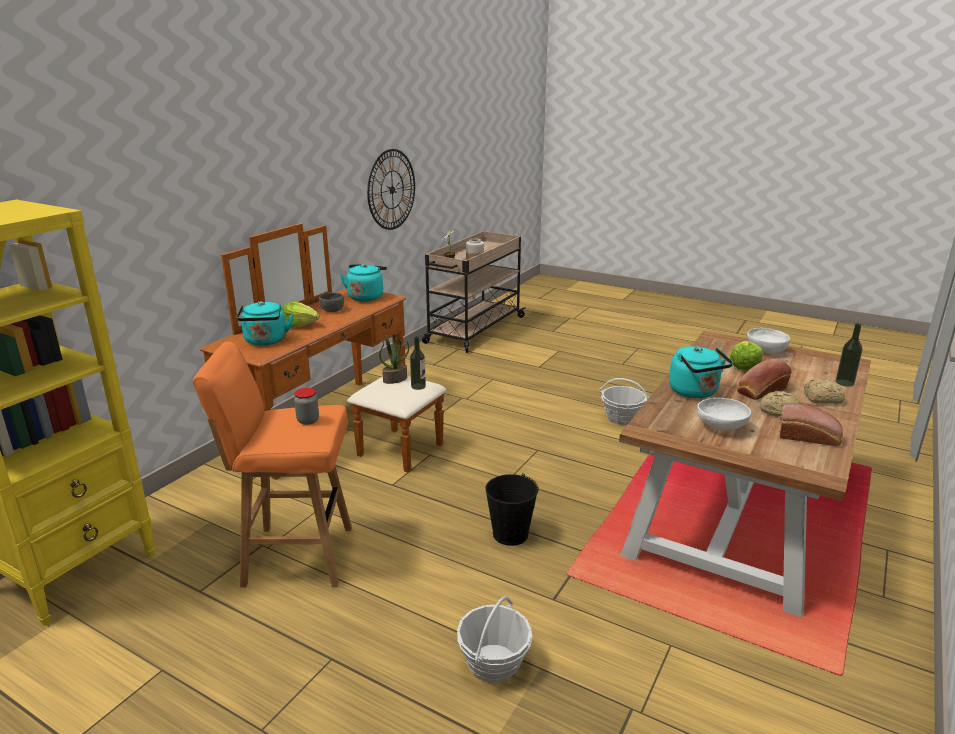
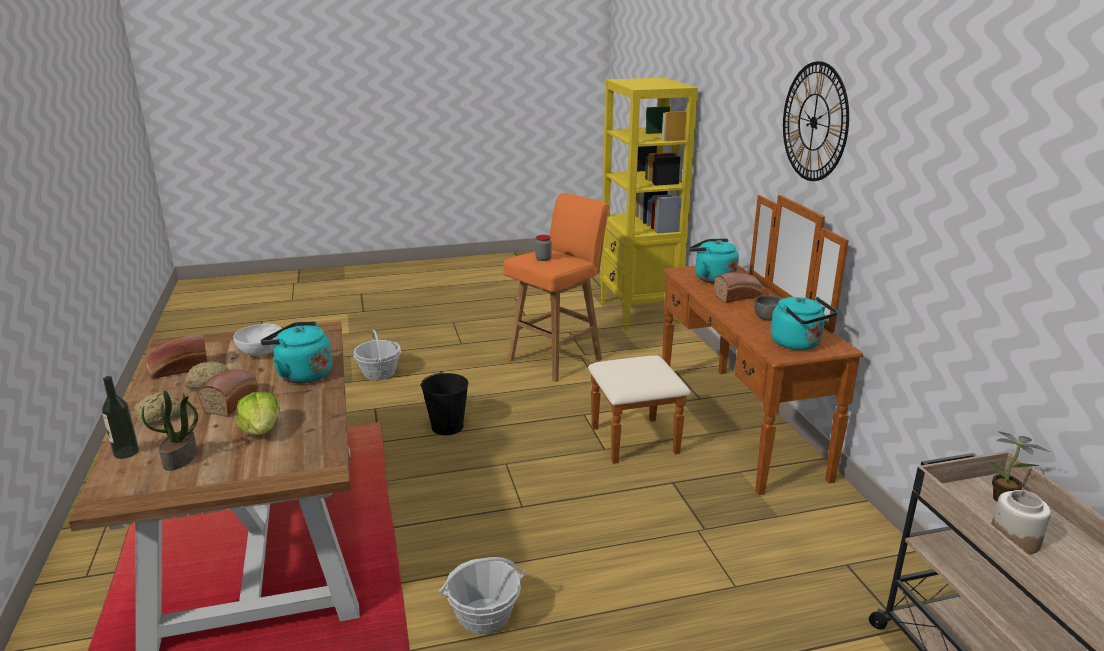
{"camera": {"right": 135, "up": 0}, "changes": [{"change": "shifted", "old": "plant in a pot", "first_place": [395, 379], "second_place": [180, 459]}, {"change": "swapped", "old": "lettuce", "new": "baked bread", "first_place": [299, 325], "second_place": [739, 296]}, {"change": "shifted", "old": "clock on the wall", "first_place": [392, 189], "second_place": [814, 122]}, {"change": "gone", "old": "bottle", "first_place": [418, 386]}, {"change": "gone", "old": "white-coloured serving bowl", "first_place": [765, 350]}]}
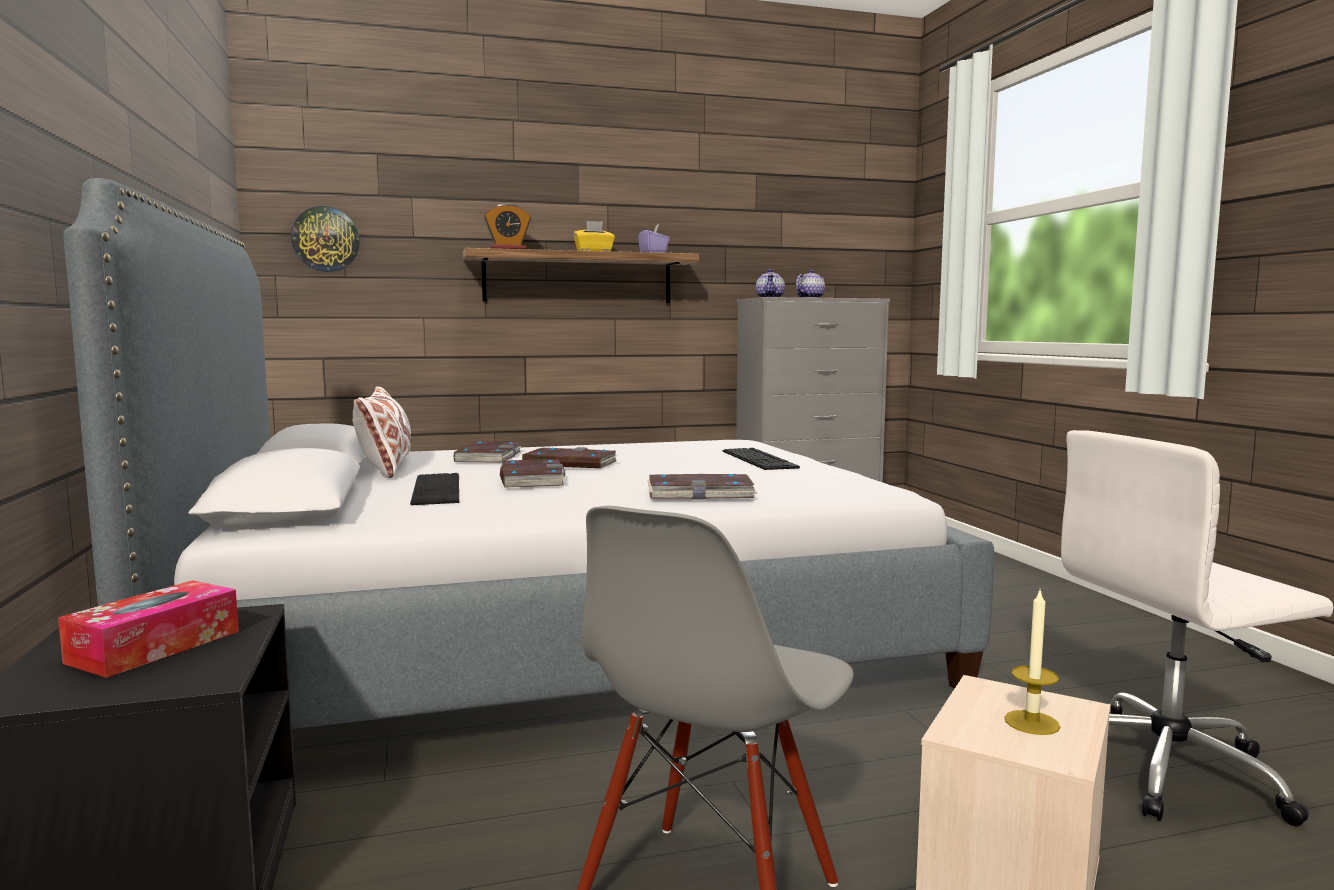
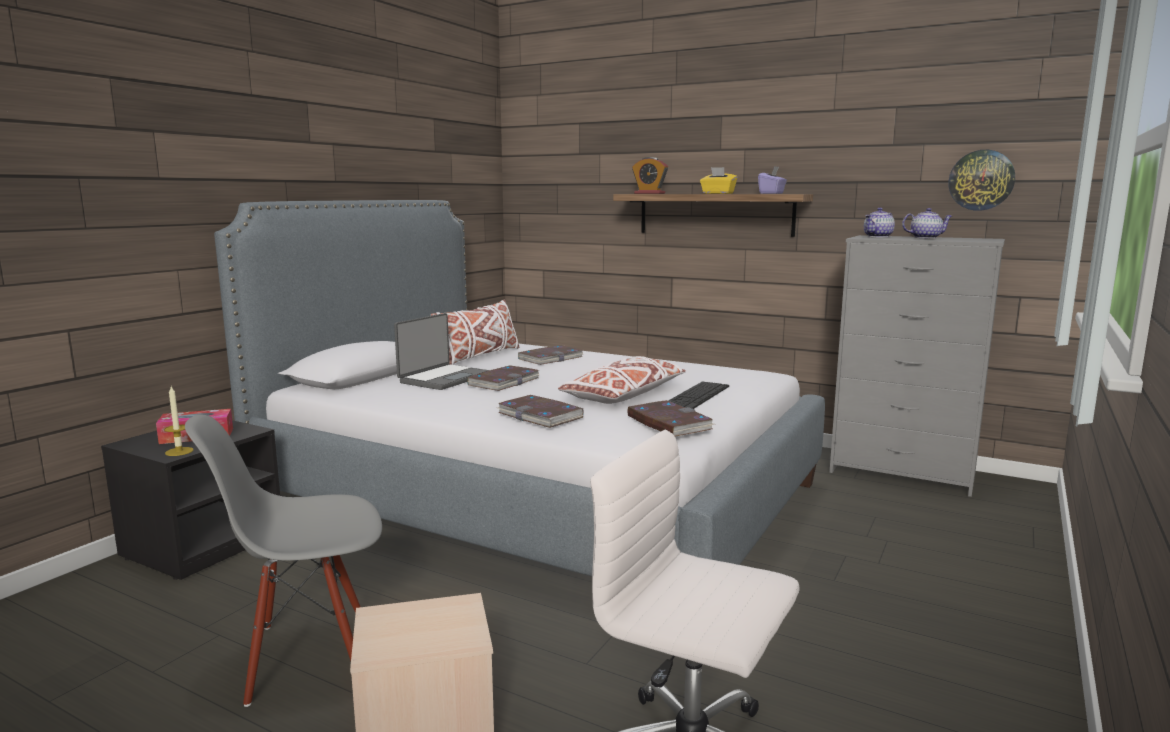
{"camera": {"right": 45, "up": 5}, "changes": [{"change": "shifted", "old": "wax light", "first_place": [1031, 722], "second_place": [179, 451]}, {"change": "swapped", "old": "PC keyboard", "new": "notebook computer", "first_place": [436, 489], "second_place": [443, 378]}, {"change": "new", "new": "white-coloured cushion", "second_place": [624, 395]}, {"change": "shifted", "old": "bound book", "first_place": [569, 463], "second_place": [668, 423]}, {"change": "shifted", "old": "clock on the wall", "first_place": [325, 239], "second_place": [981, 180]}]}
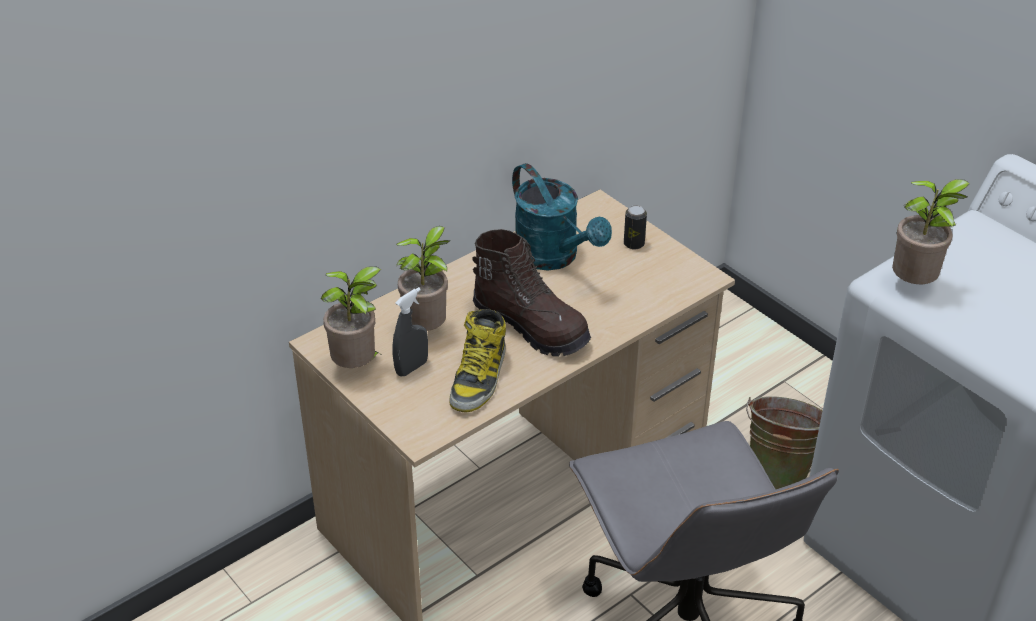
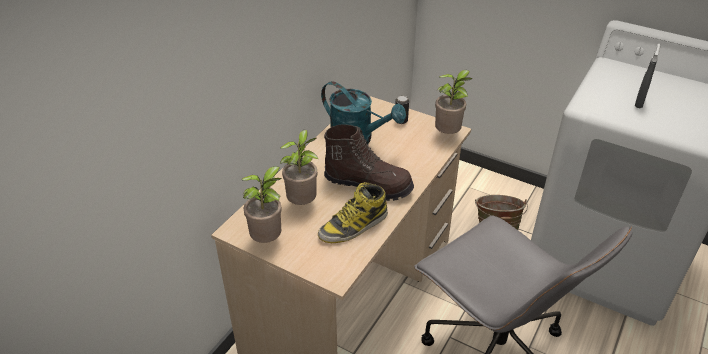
{"camera": {"right": -20, "up": 0}, "changes": [{"change": "rotated", "old": "high-top boot", "first_place": [479, 377], "second_place": [353, 226], "degrees": 60}, {"change": "shifted", "old": "plant in a pot", "first_place": [915, 285], "second_place": [448, 134]}, {"change": "shifted", "old": "grey hand sprayer", "first_place": [411, 368], "second_place": [639, 103]}]}
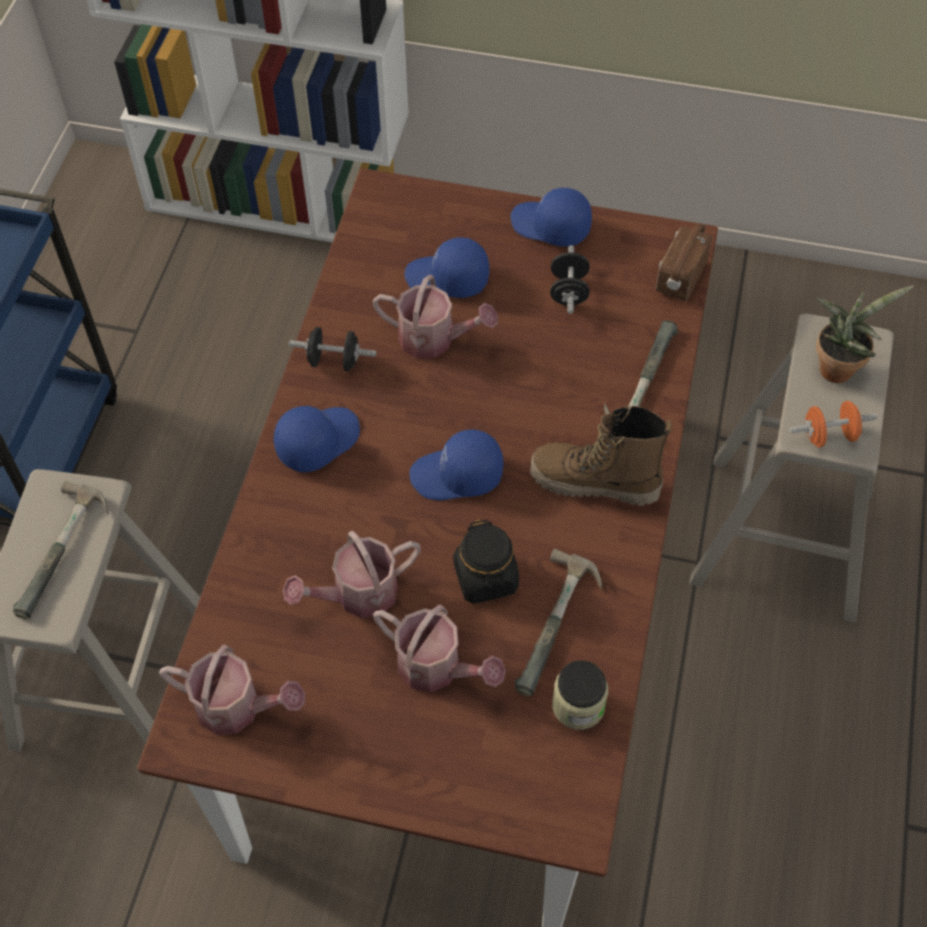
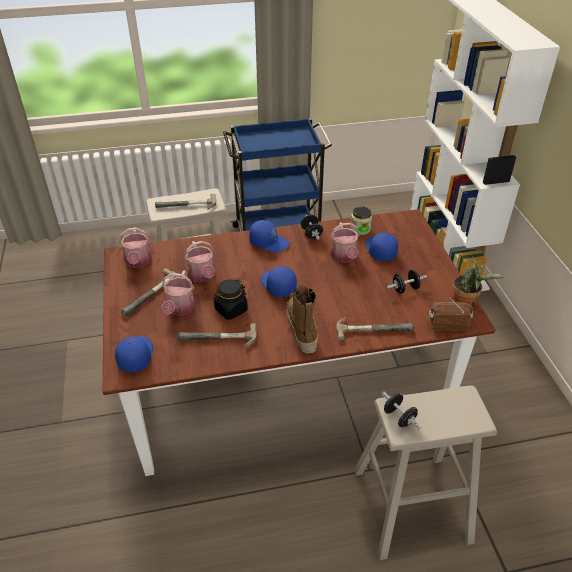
{"camera": {"right": 65, "up": -15}, "changes": [{"change": "shifted", "old": "blue-coloured peaked cap", "first_place": [550, 226], "second_place": [135, 356]}, {"change": "new", "new": "tool hammer", "second_place": [154, 296]}, {"change": "rotated", "old": "watering can", "first_place": [357, 595], "second_place": [202, 276], "degrees": -150}, {"change": "shifted", "old": "jar", "first_place": [578, 705], "second_place": [360, 229]}, {"change": "repainted", "old": "orange-coloured dumbbell", "new": "black-coloured dumbbell", "first_place": [829, 435], "second_place": [399, 417]}, {"change": "shifted", "old": "plant in a pot", "first_place": [838, 366], "second_place": [466, 302]}]}
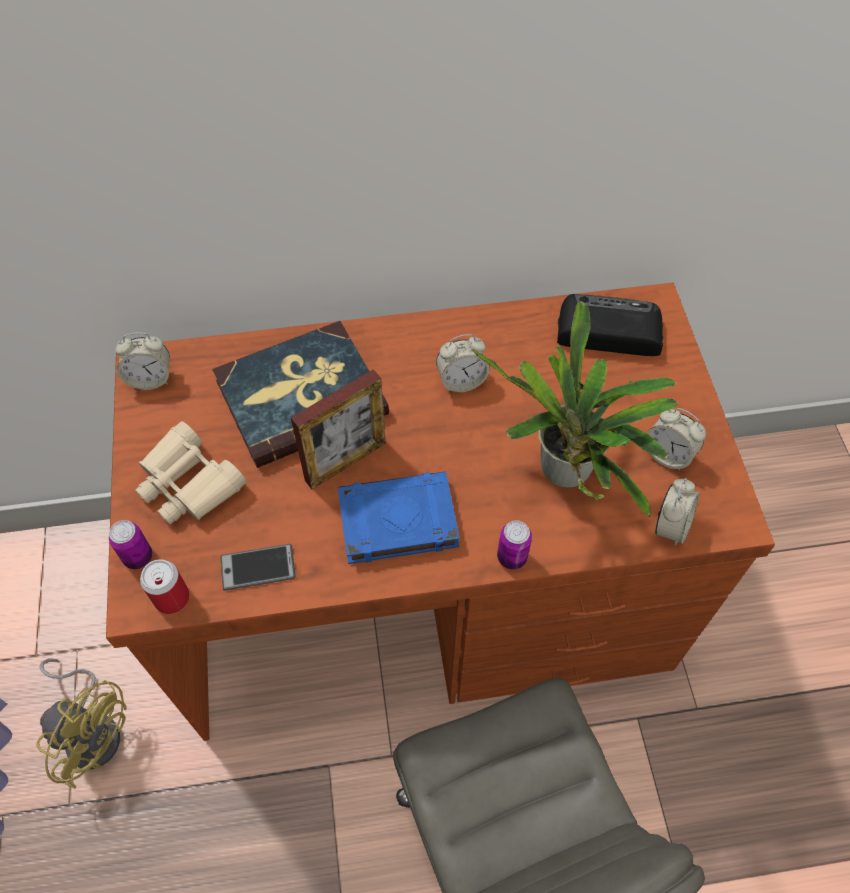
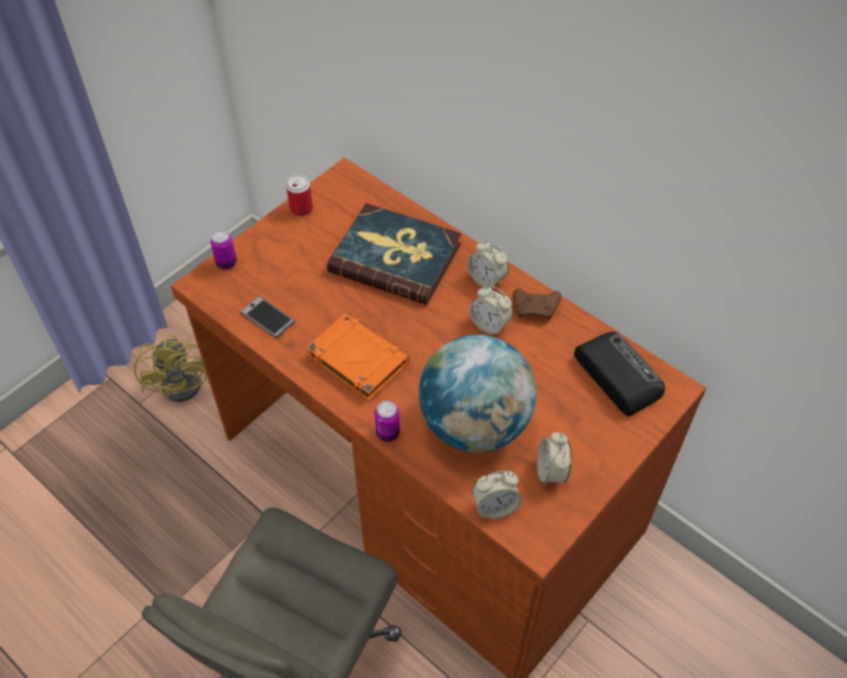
{"camera": {"right": 50, "up": -5}, "changes": [{"change": "shifted", "old": "metal can", "first_place": [172, 598], "second_place": [301, 209]}, {"change": "repainted", "old": "blue-coloured bound book", "new": "orange-coloured bound book", "first_place": [396, 521], "second_place": [357, 360]}, {"change": "swapped", "old": "plant in a pot", "new": "desk globe", "first_place": [565, 476], "second_place": [474, 424]}, {"change": "shifted", "old": "bedside clock", "first_place": [150, 378], "second_place": [486, 279]}, {"change": "new", "new": "brownish game controller", "second_place": [536, 308]}, {"change": "gone", "old": "beige-coloured pair of binoculars", "first_place": [189, 483]}, {"change": "gone", "old": "standing frame", "first_place": [345, 462]}]}
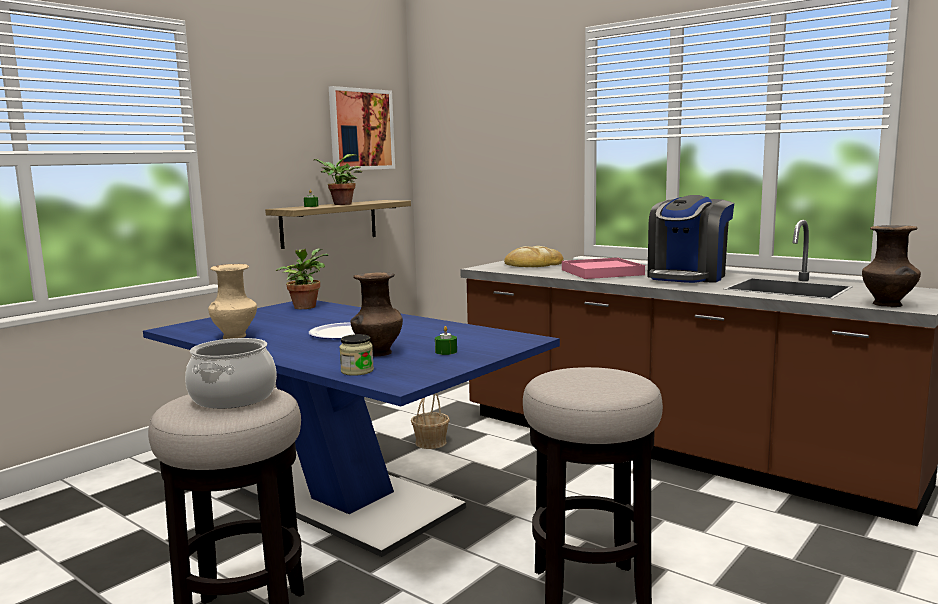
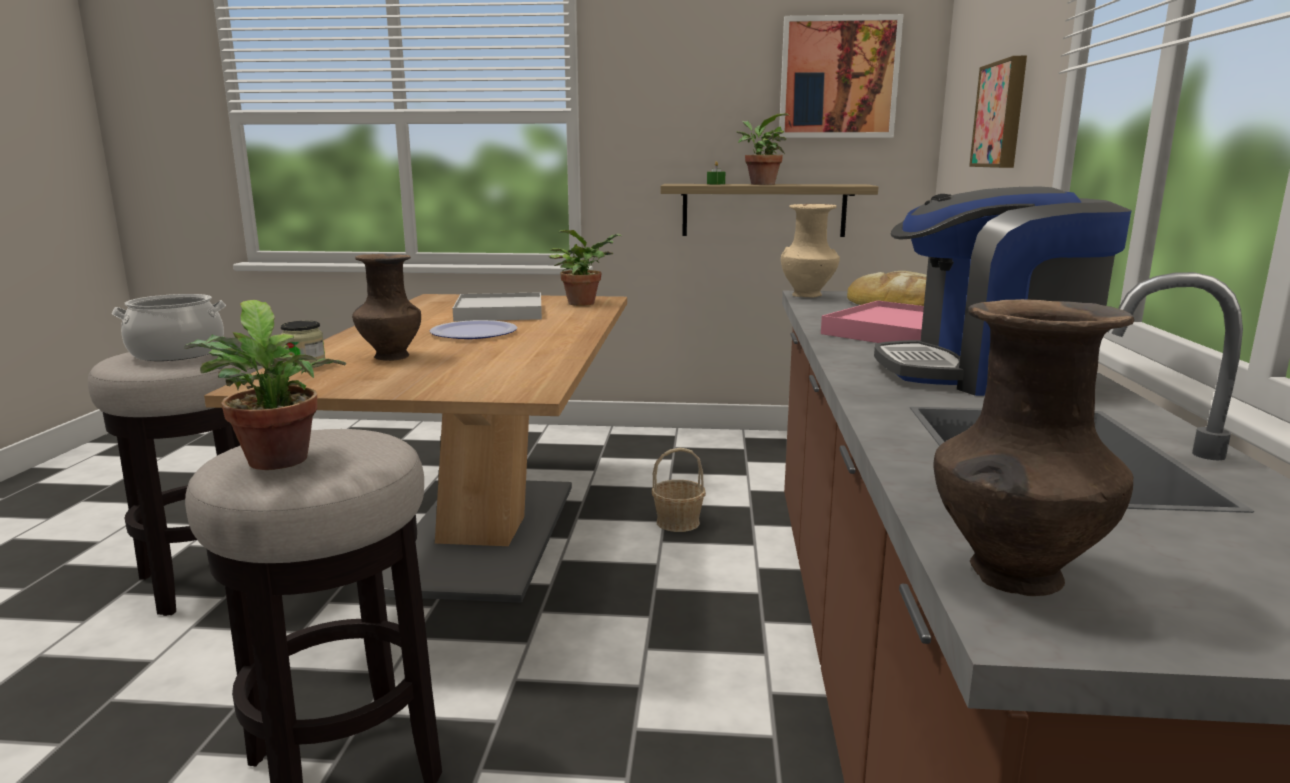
{"camera": {"right": 55, "up": 5}, "changes": [{"change": "new", "new": "plant in a pot", "second_place": [278, 463]}, {"change": "repainted", "old": "blue-coloured dinner table", "new": "brownish dinner table", "first_place": [350, 500], "second_place": [483, 534]}, {"change": "new", "new": "white-coloured carrying tray", "second_place": [500, 312]}, {"change": "shifted", "old": "beige-coloured flower vase", "first_place": [235, 336], "second_place": [808, 295]}, {"change": "new", "new": "picture", "second_place": [1002, 115]}, {"change": "gone", "old": "green-coloured wax light", "first_place": [446, 351]}]}
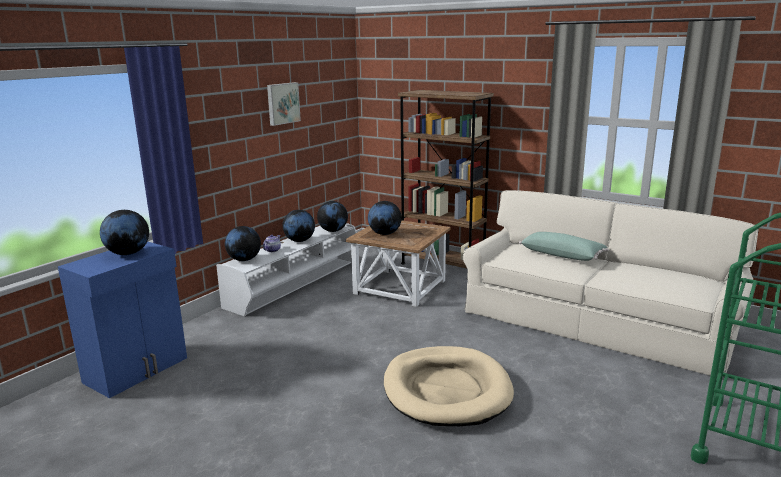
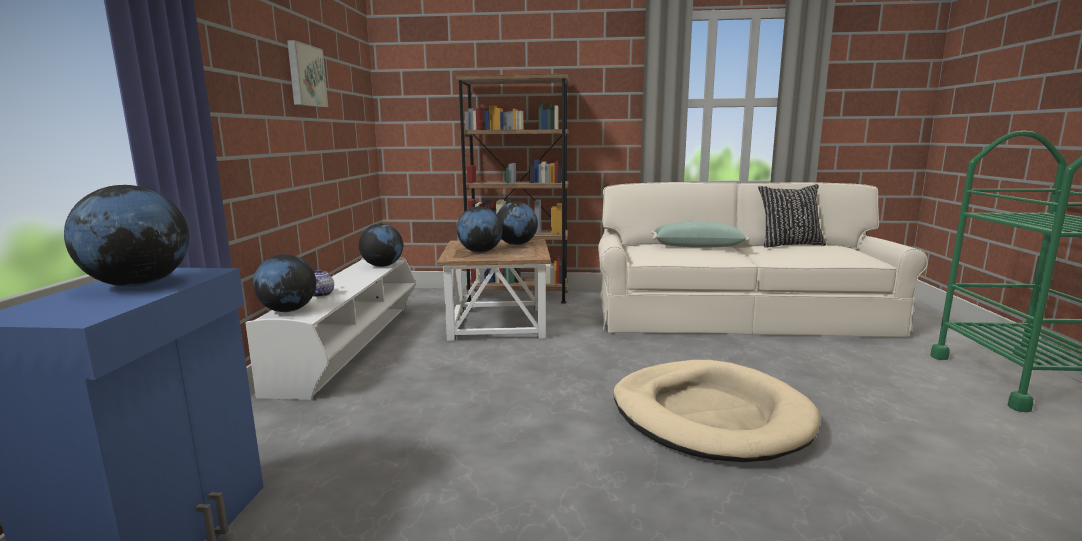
{"camera": {"right": -30, "up": -5}, "changes": [{"change": "shifted", "old": "desk globe", "first_place": [299, 241], "second_place": [516, 244]}, {"change": "new", "new": "black-coloured cushion", "second_place": [789, 244]}]}
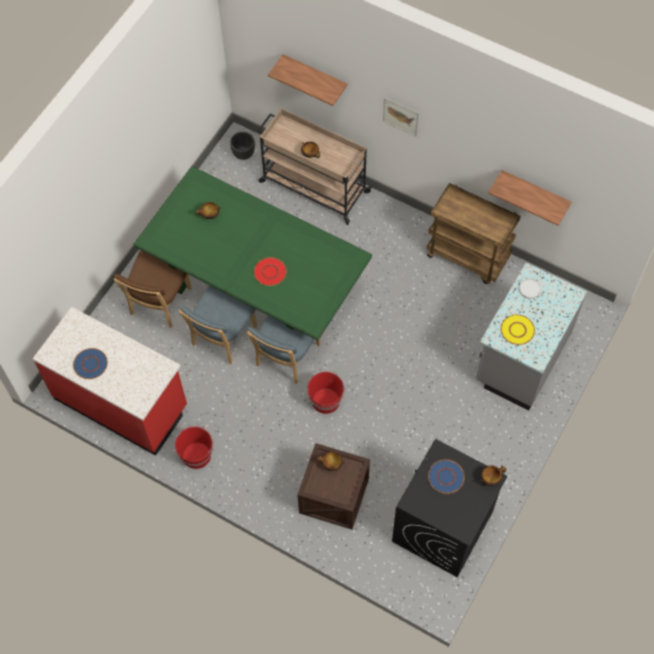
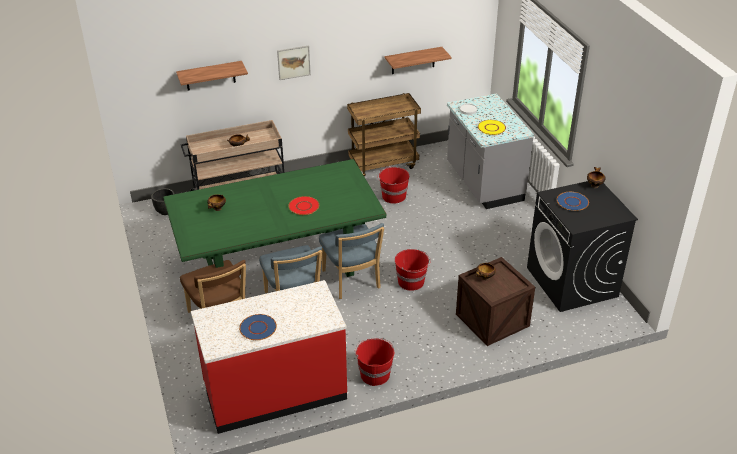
{"camera": {"right": -50, "up": -25}, "changes": [{"change": "new", "new": "red-coloured pail", "second_place": [393, 196]}]}
